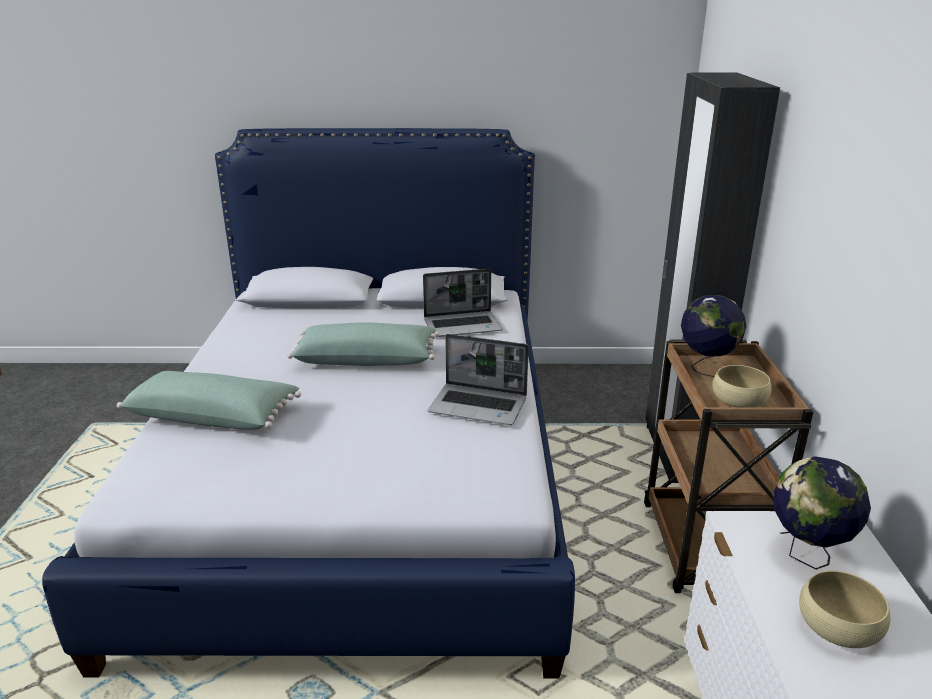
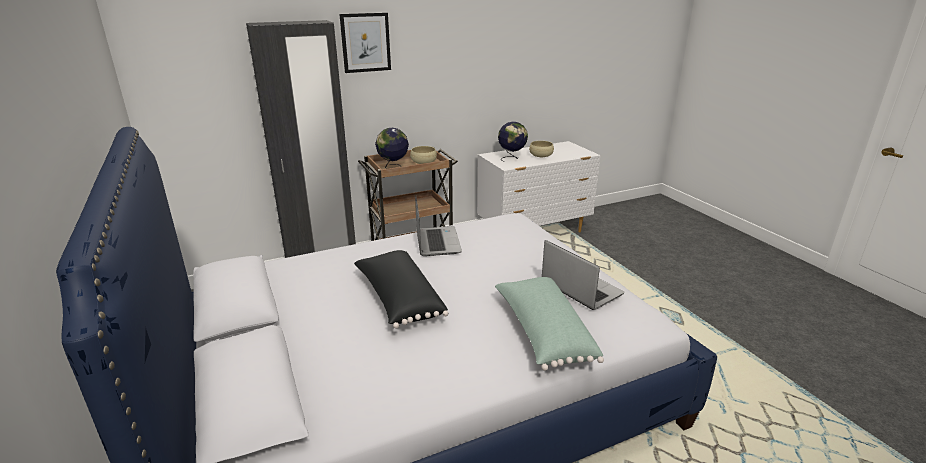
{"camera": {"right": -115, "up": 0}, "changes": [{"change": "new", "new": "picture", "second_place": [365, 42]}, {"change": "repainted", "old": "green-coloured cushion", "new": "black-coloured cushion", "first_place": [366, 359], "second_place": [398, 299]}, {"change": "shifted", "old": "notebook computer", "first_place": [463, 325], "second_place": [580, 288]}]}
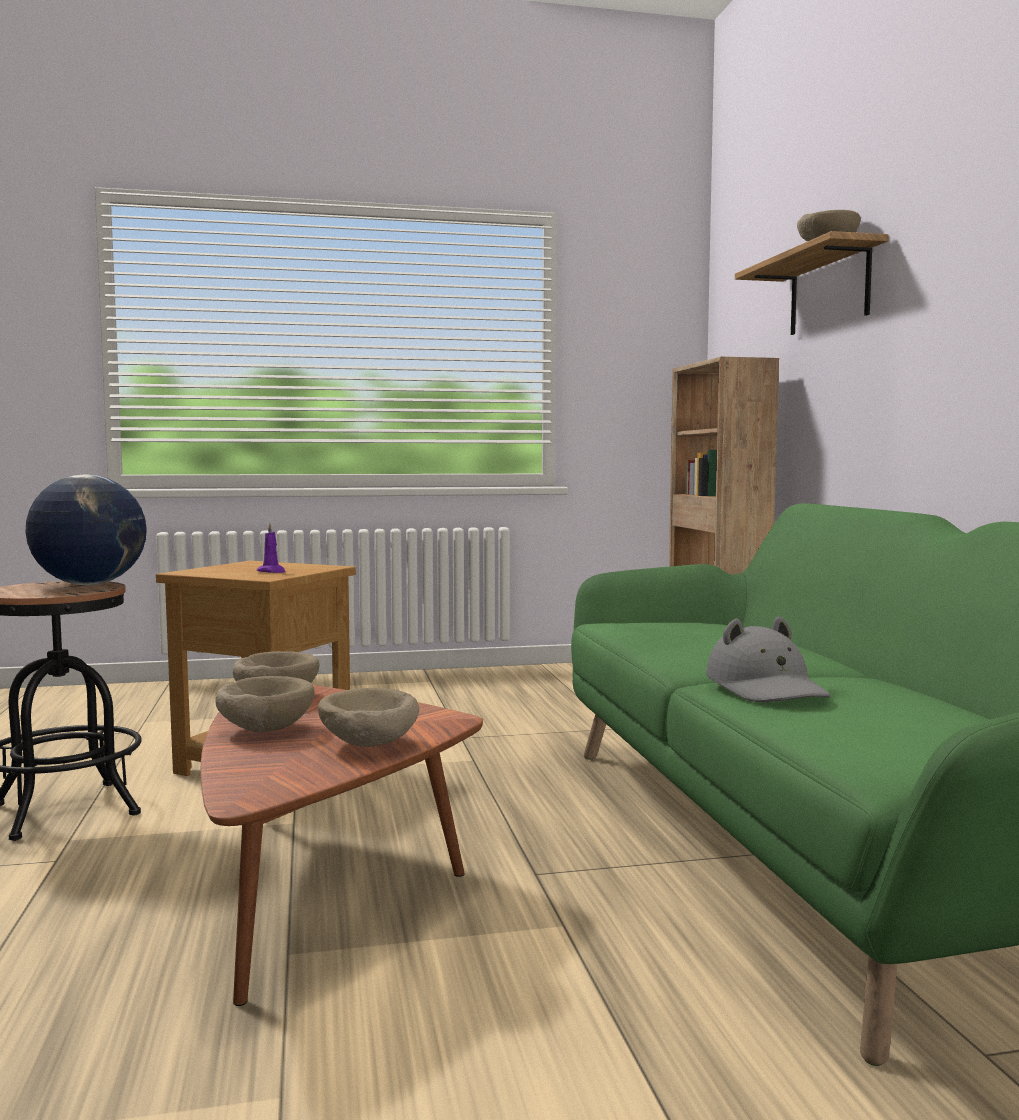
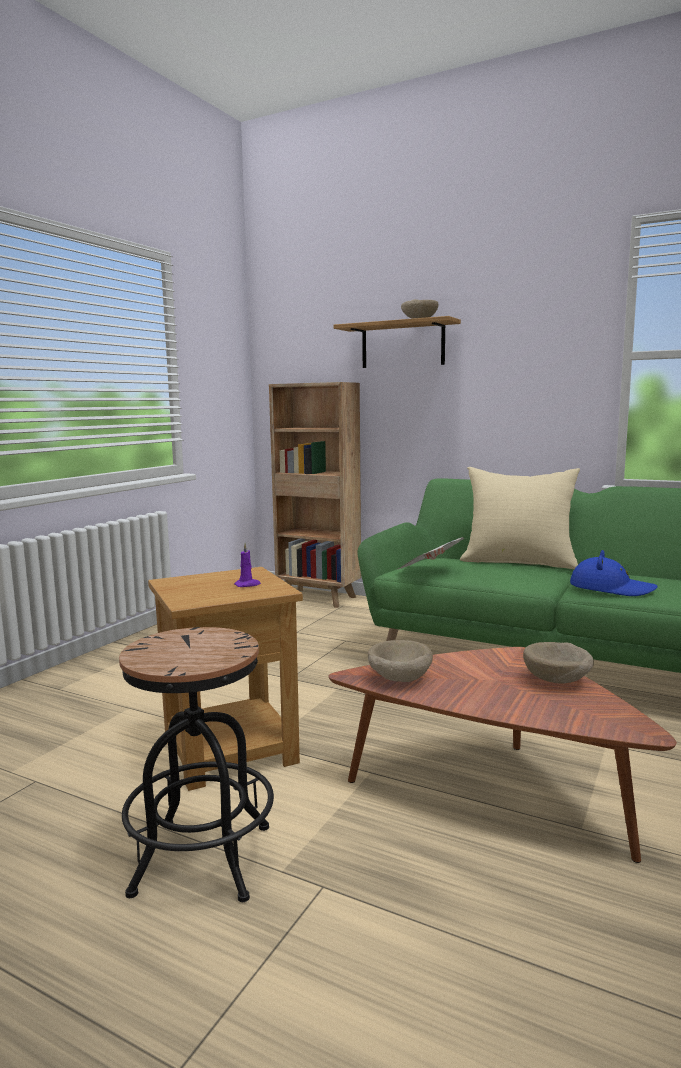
{"camera": {"right": -50, "up": 5}, "changes": [{"change": "new", "new": "daily paper", "second_place": [429, 572]}, {"change": "new", "new": "beige-coloured cushion", "second_place": [519, 562]}, {"change": "repainted", "old": "grey clothing hat", "new": "blue-coloured clothing hat", "first_place": [767, 689], "second_place": [611, 588]}, {"change": "gone", "old": "desk globe", "first_place": [90, 584]}, {"change": "gone", "old": "beige-coloured serving bowl", "first_place": [264, 729]}]}
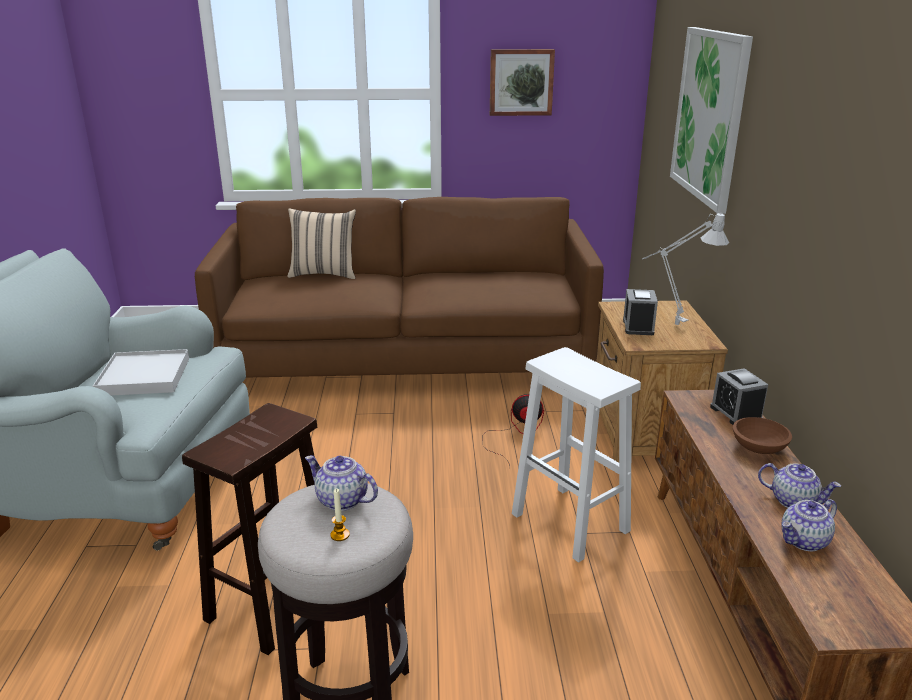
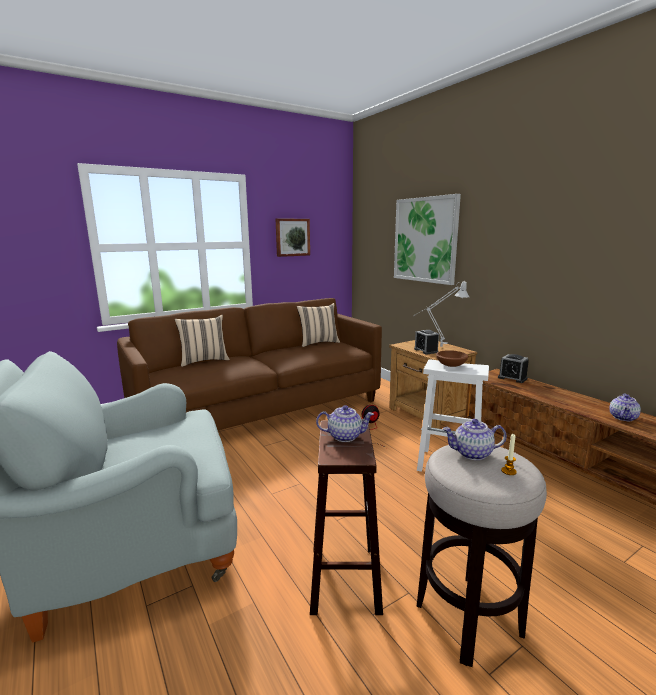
{"camera": {"right": -30, "up": -10}, "changes": [{"change": "new", "new": "beige-coloured cushion", "second_place": [318, 343]}, {"change": "shifted", "old": "tea pot", "first_place": [794, 501], "second_place": [345, 436]}, {"change": "shifted", "old": "brownish serving bowl", "first_place": [758, 447], "second_place": [450, 365]}, {"change": "gone", "old": "white-coloured carrying tray", "first_place": [144, 377]}]}
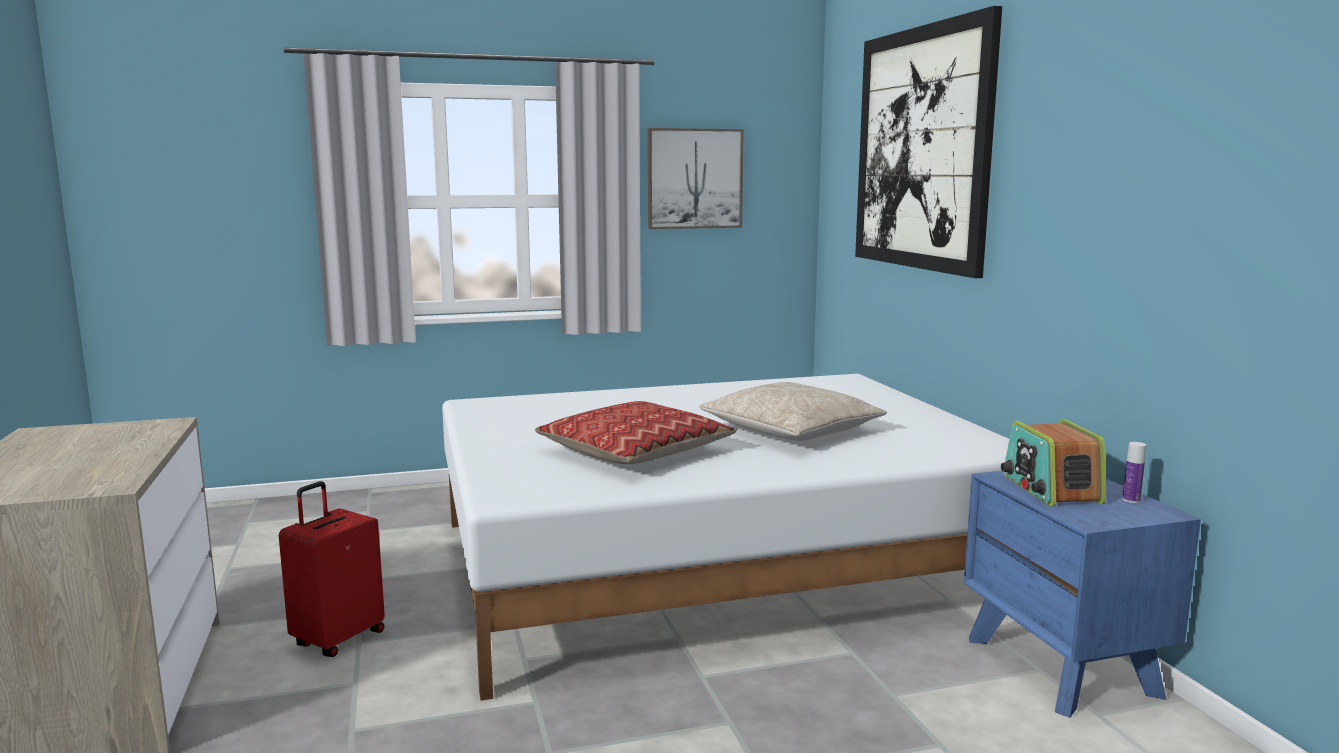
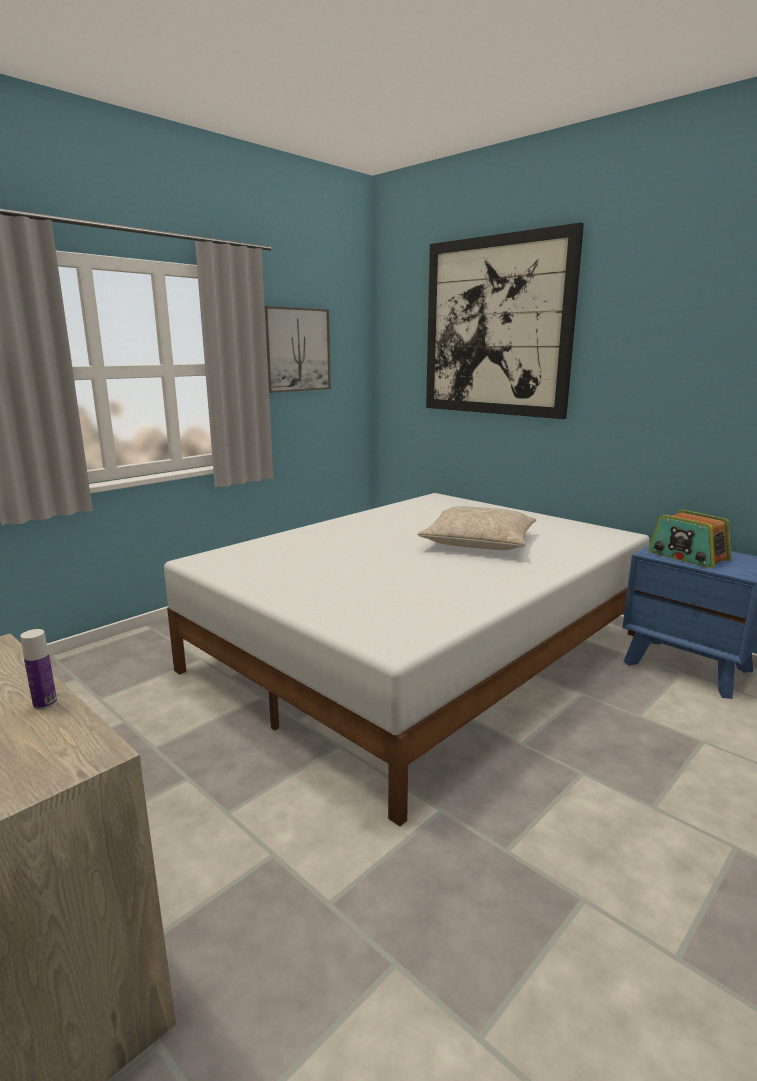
{"camera": {"right": -30, "up": 5}, "changes": [{"change": "shifted", "old": "bottle", "first_place": [1131, 500], "second_place": [45, 704]}, {"change": "gone", "old": "red-coloured suitcase", "first_place": [338, 639]}, {"change": "gone", "old": "cushion", "first_place": [635, 451]}]}
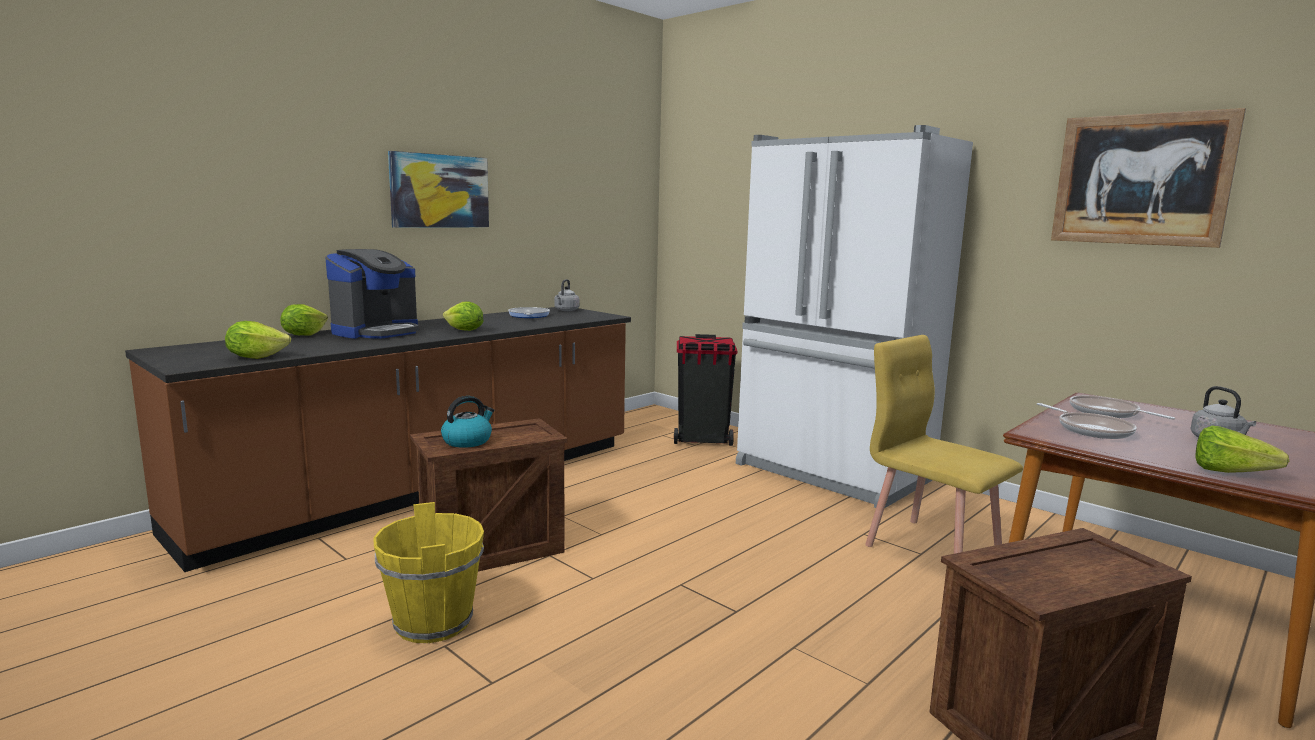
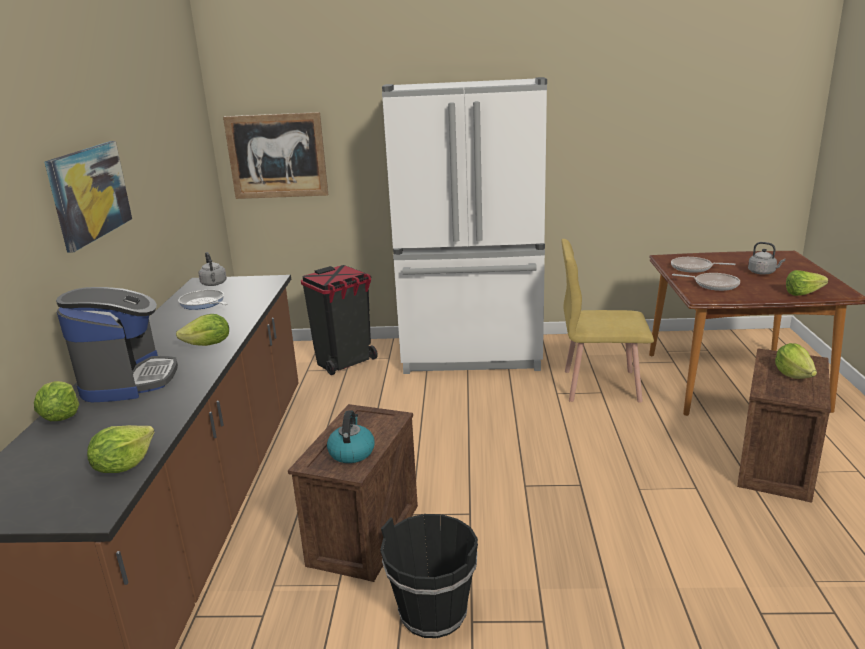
{"camera": {"right": -40, "up": 10}, "changes": [{"change": "shifted", "old": "picture", "first_place": [1140, 180], "second_place": [277, 156]}, {"change": "repainted", "old": "yellow-coloured pail", "new": "black-coloured pail", "first_place": [434, 622], "second_place": [433, 612]}, {"change": "new", "new": "lettuce", "second_place": [793, 375]}]}
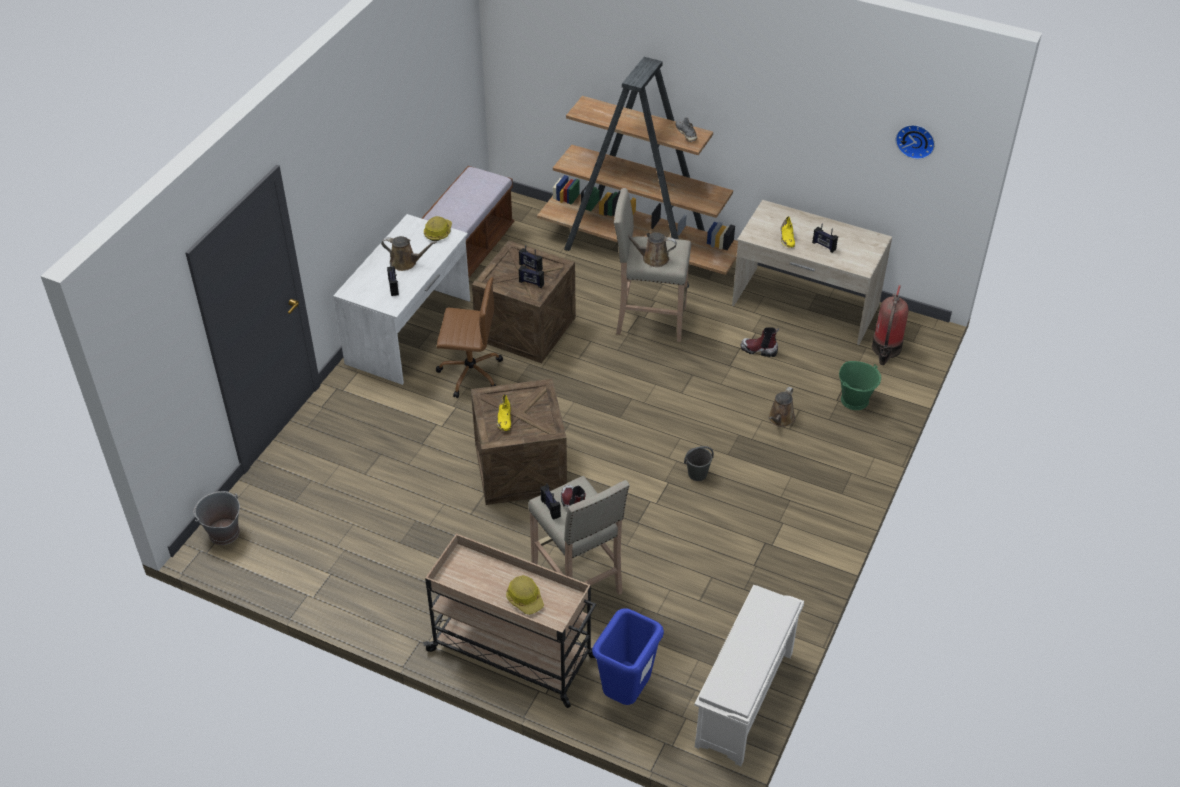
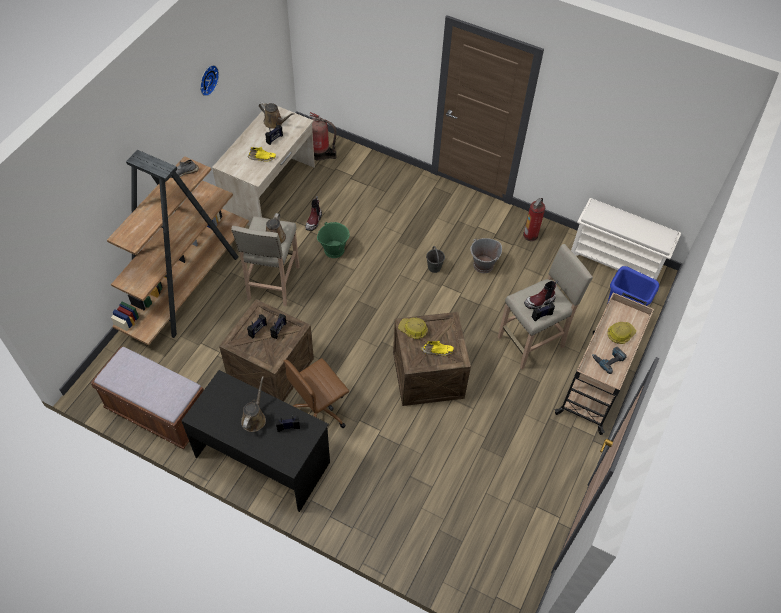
{"camera": {"right": -90, "up": 10}, "changes": [{"change": "repainted", "old": "white-coloured desk", "new": "black-coloured desk", "first_place": [410, 332], "second_place": [263, 458]}, {"change": "shifted", "old": "clock on the wall", "first_place": [916, 140], "second_place": [207, 79]}, {"change": "shifted", "old": "brownish watering can", "first_place": [780, 419], "second_place": [275, 122]}, {"change": "rotated", "old": "brownish desk chair", "first_place": [469, 373], "second_place": [320, 410], "degrees": -135}, {"change": "shifted", "old": "green-coloured pail", "first_place": [855, 400], "second_place": [334, 250]}, {"change": "shifted", "old": "hard hat", "first_place": [438, 232], "second_place": [413, 330]}, {"change": "shifted", "old": "grey pail", "first_place": [223, 533], "second_place": [483, 265]}, {"change": "new", "new": "fire-fighting cylinder", "second_place": [530, 235]}, {"change": "new", "new": "electric drill", "second_place": [608, 359]}]}
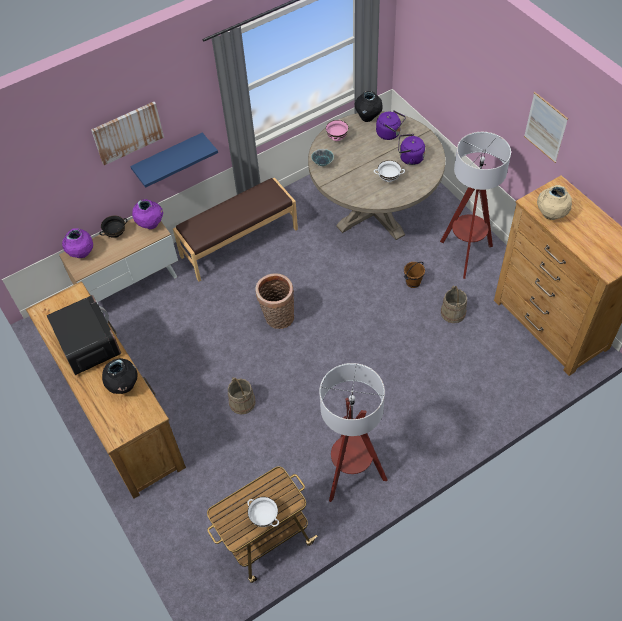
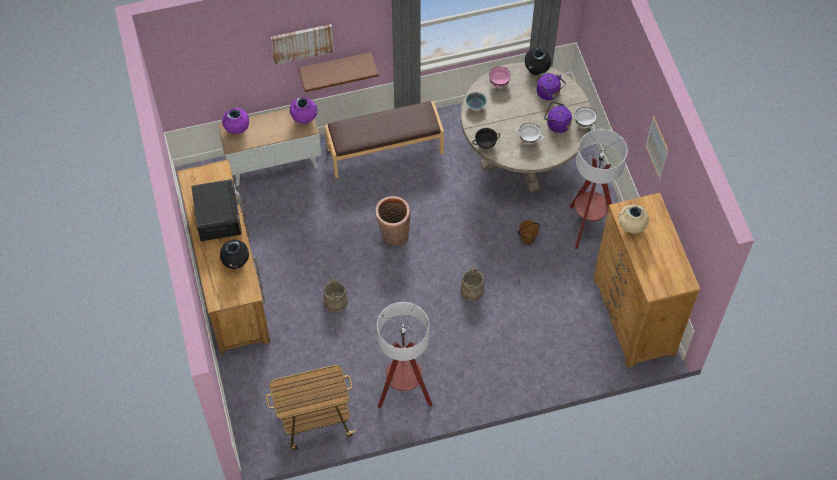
{"camera": {"right": 15, "up": 5}, "changes": [{"change": "repainted", "old": "blue-coloured wall shelf", "new": "brownish wall shelf", "first_place": [169, 158], "second_place": [335, 66]}, {"change": "shifted", "old": "beige-coloured pail", "first_place": [453, 313], "second_place": [472, 290]}, {"change": "shifted", "old": "black-coloured serving bowl", "first_place": [116, 234], "second_place": [485, 145]}, {"change": "shifted", "old": "white-coloured serving bowl", "first_place": [264, 518], "second_place": [584, 123]}]}
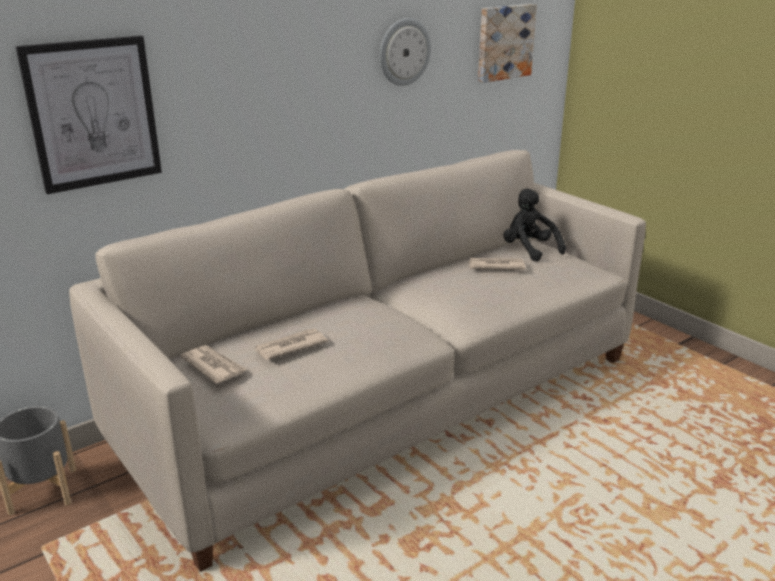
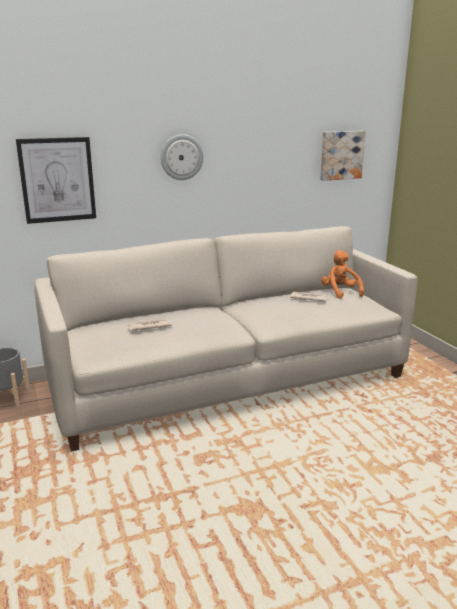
{"camera": {"right": 15, "up": -5}, "changes": [{"change": "shifted", "old": "clock on the wall", "first_place": [404, 52], "second_place": [181, 157]}, {"change": "repainted", "old": "black-coloured plush toy", "new": "orange-coloured plush toy", "first_place": [529, 250], "second_place": [340, 292]}, {"change": "gone", "old": "daily paper", "first_place": [213, 366]}]}
